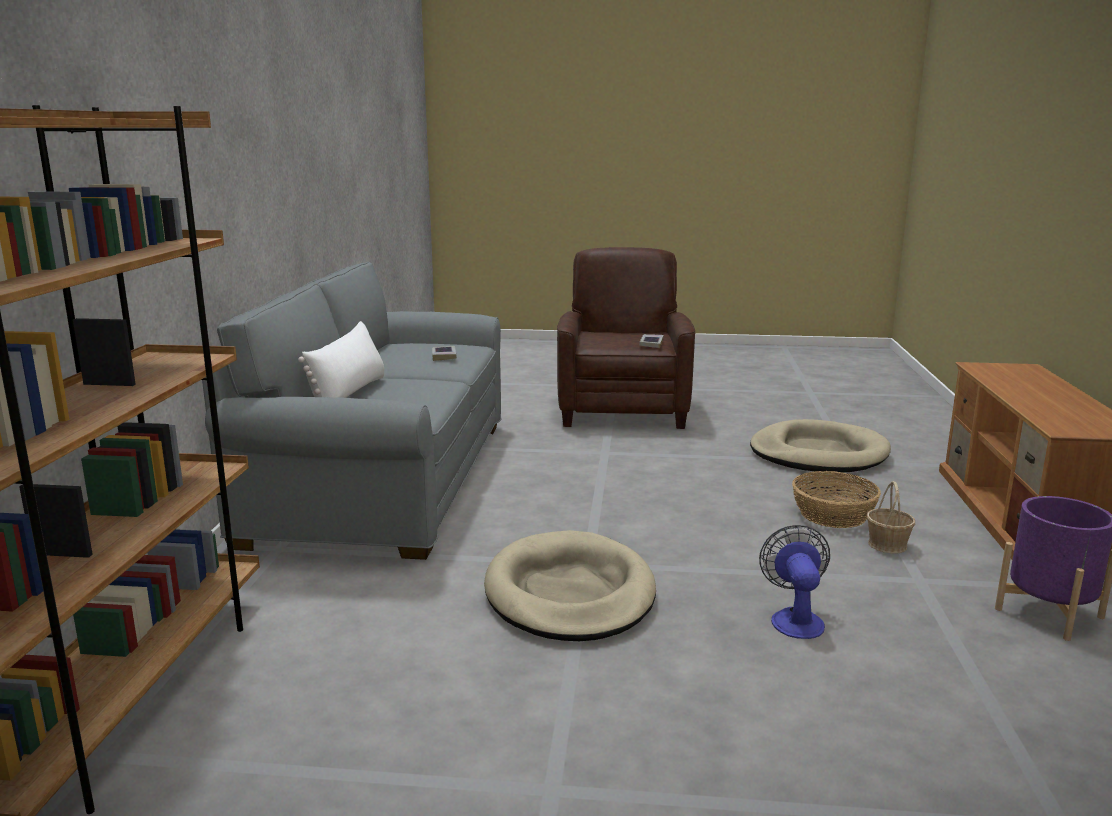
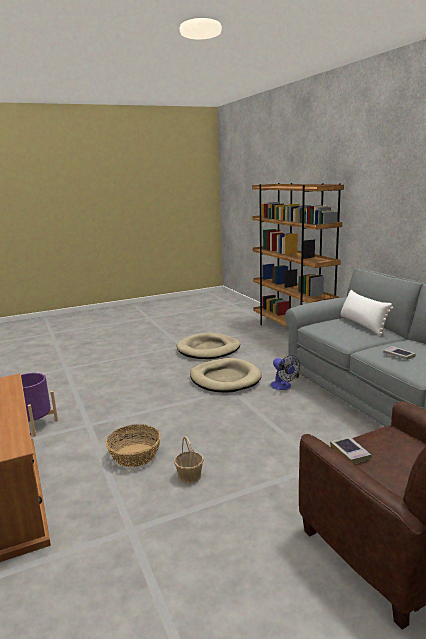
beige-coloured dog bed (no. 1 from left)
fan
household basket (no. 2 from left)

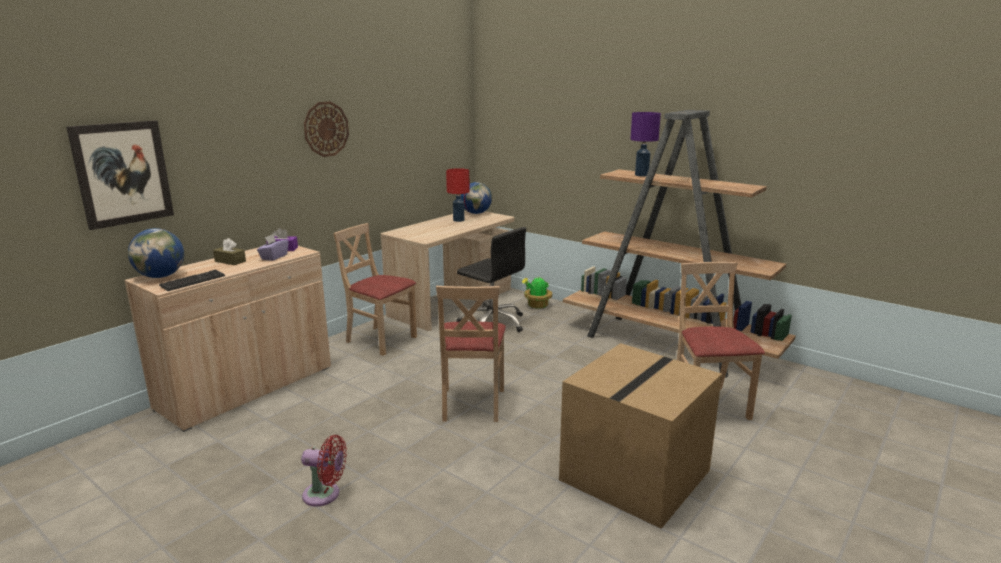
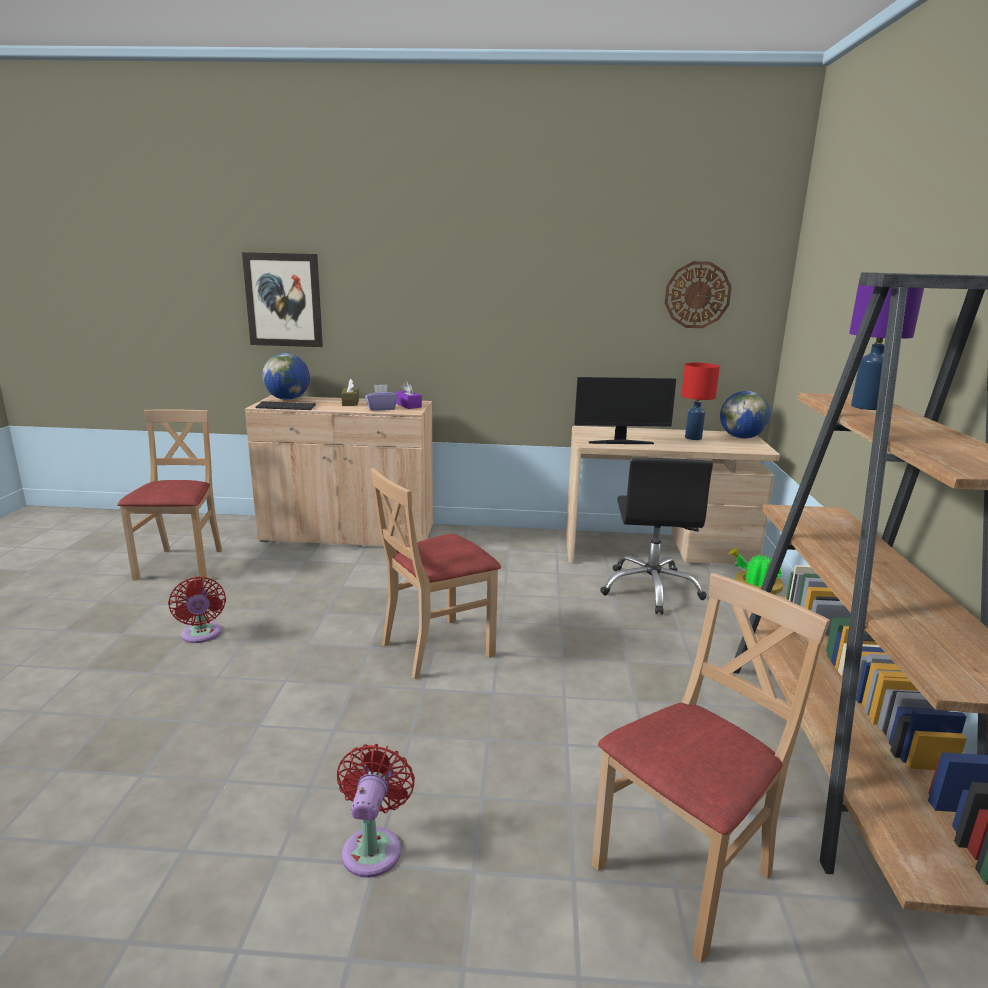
computer screen
wall clock
beige-coloured upright chair (no. 1 from left)
red-coloured fan (no. 2 from left)

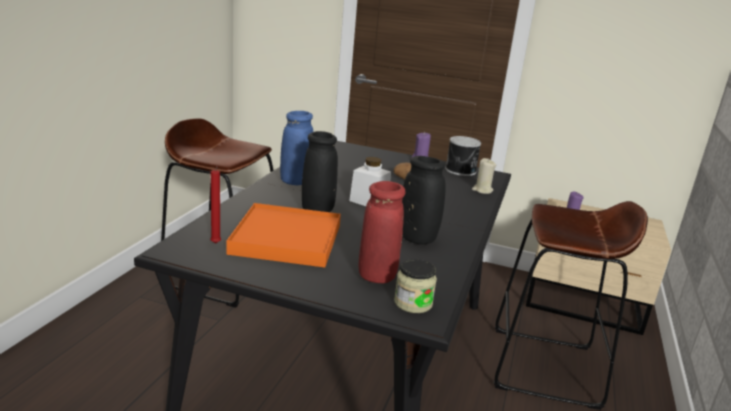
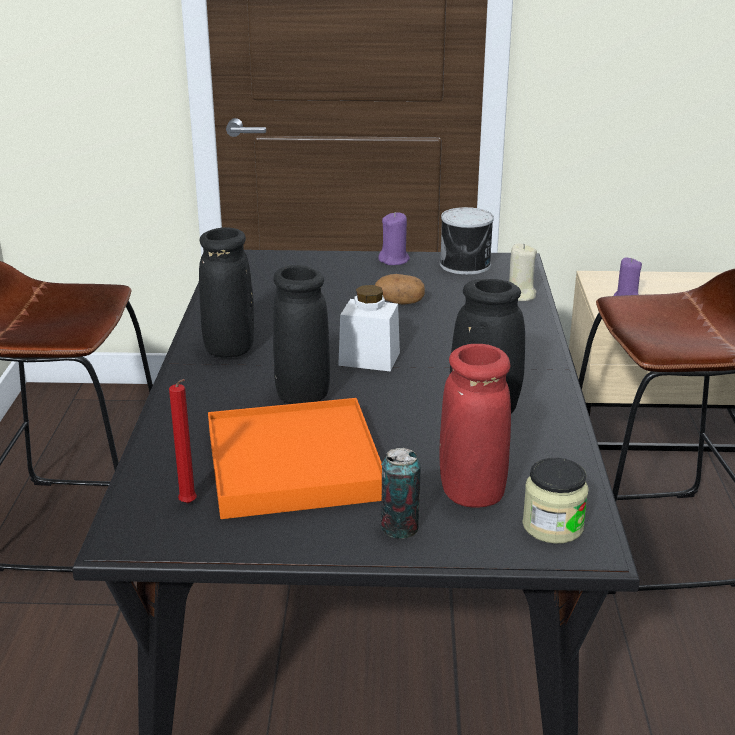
can (no. 1 from left)
black flower vase (no. 1 from left)

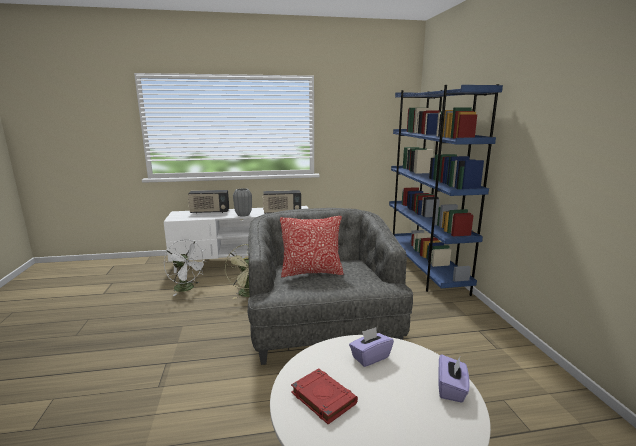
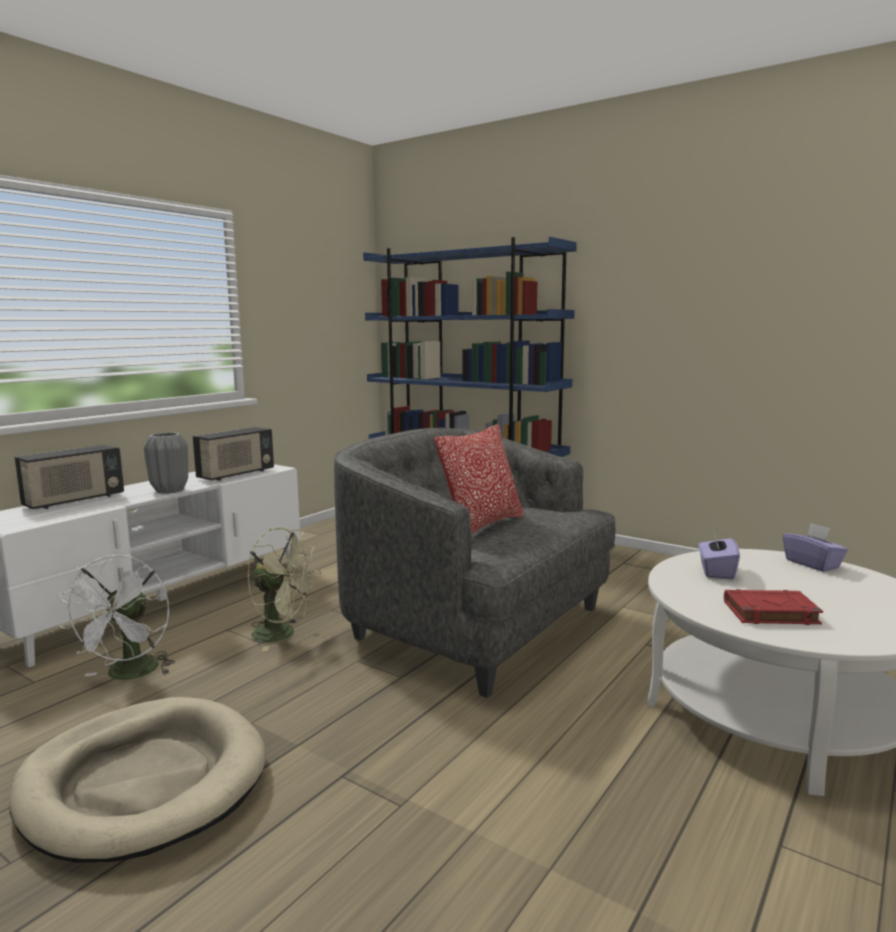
beige-coloured dog bed
whitish fan

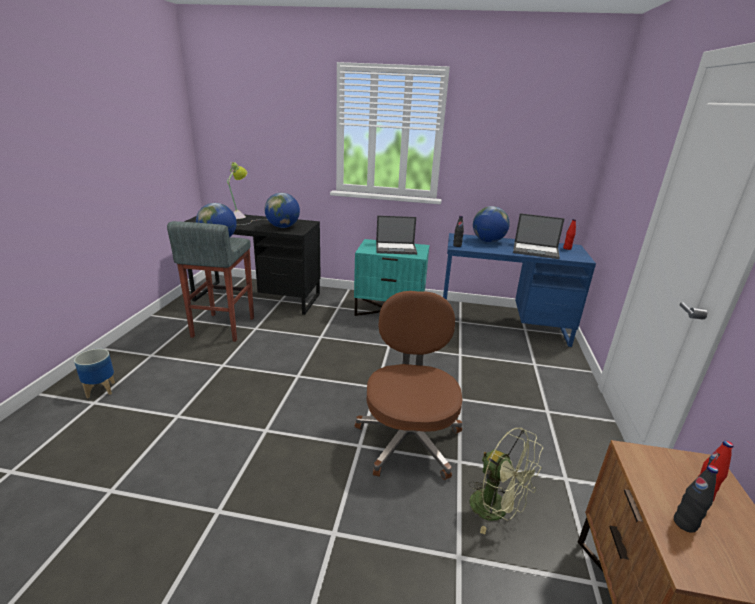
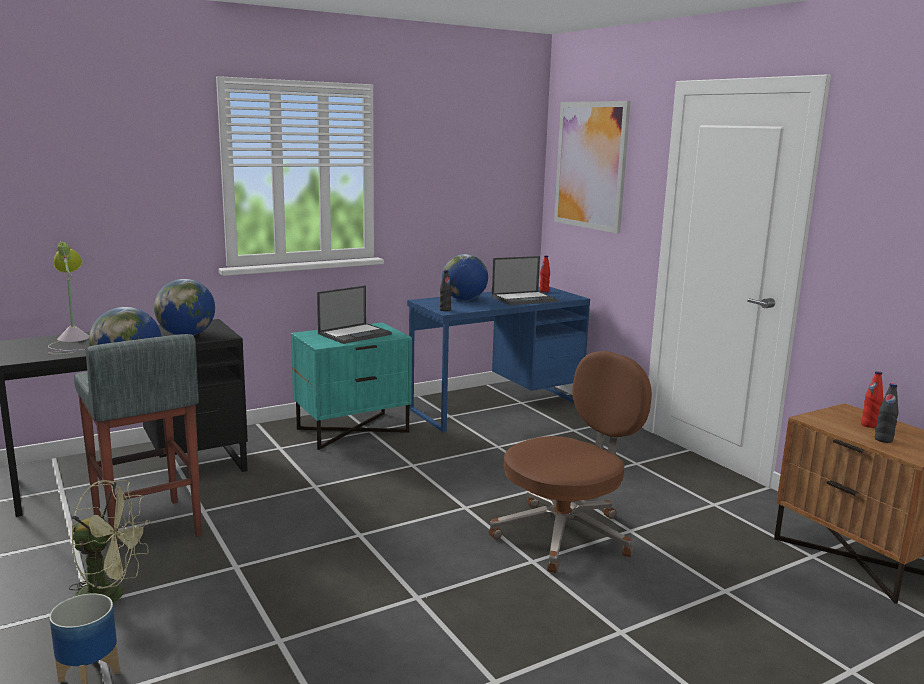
picture
green-coloured fan
brown-coloured office chair

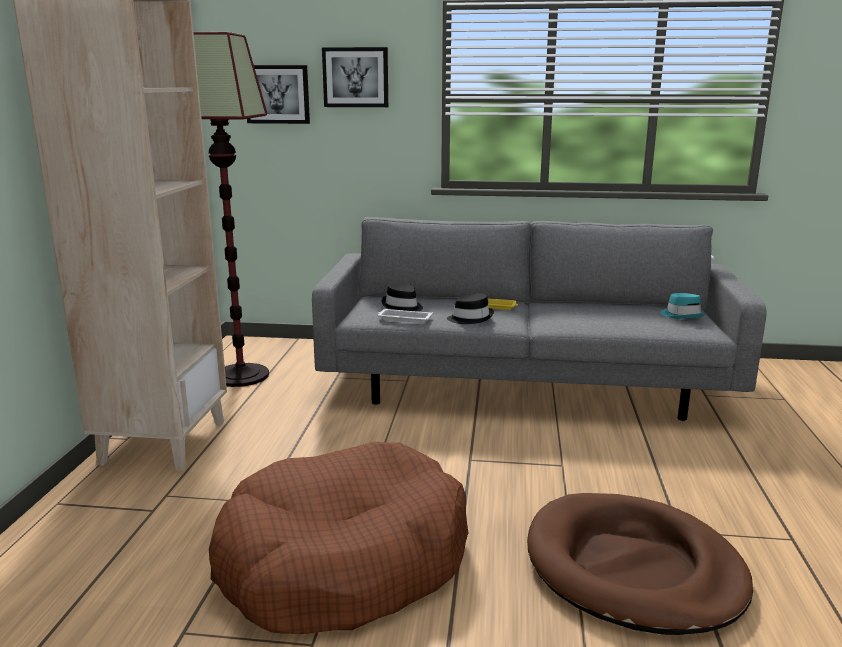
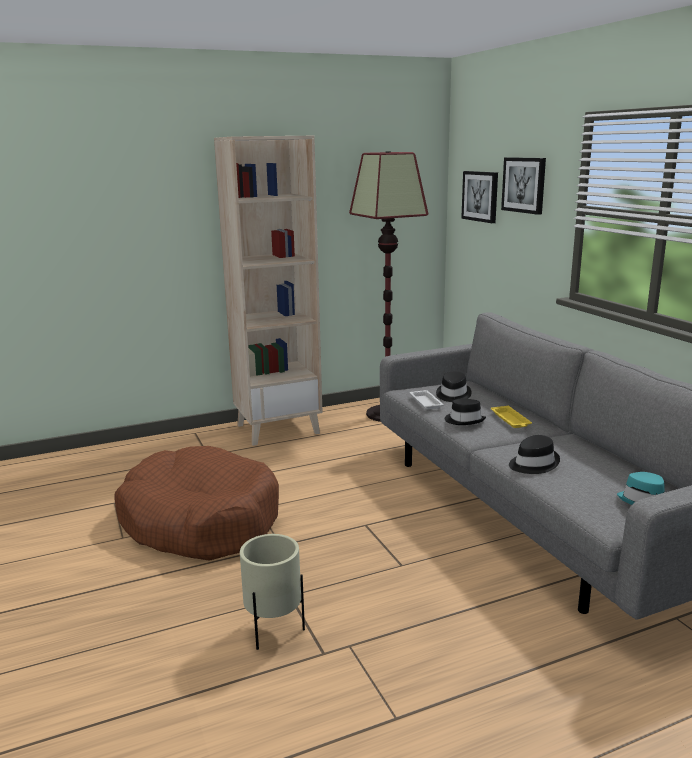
black hat (no. 3 from left)
beige-coloured plant pot

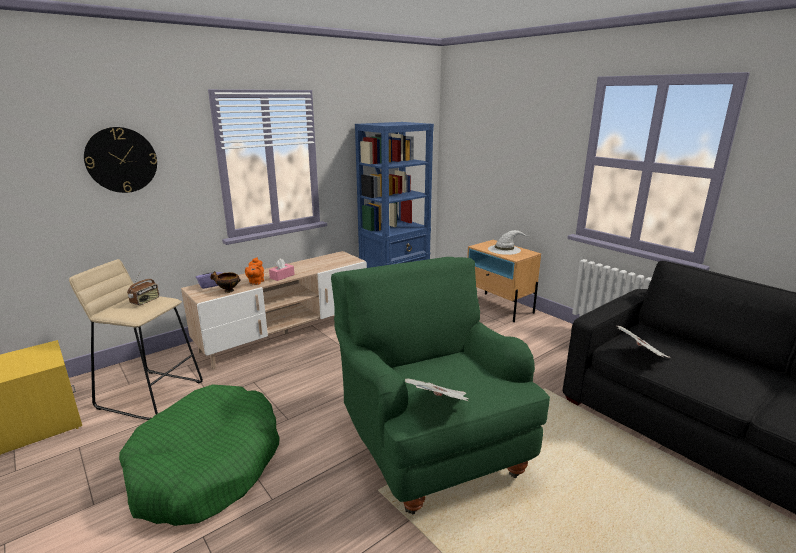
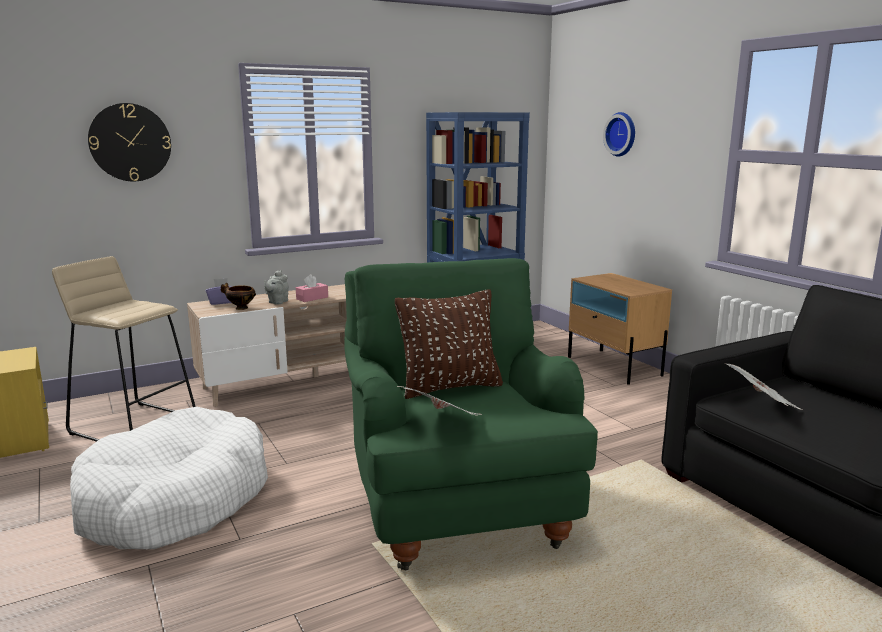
radio set
whitish hat
brown-coloured throw pillow
wall clock (no. 2 from left)
whitish dog bed
greyish pot for tea

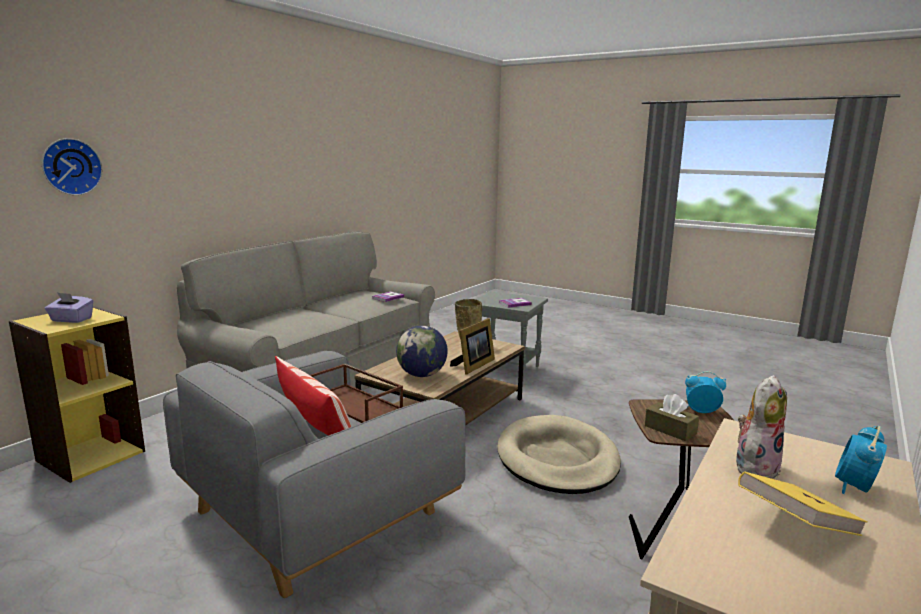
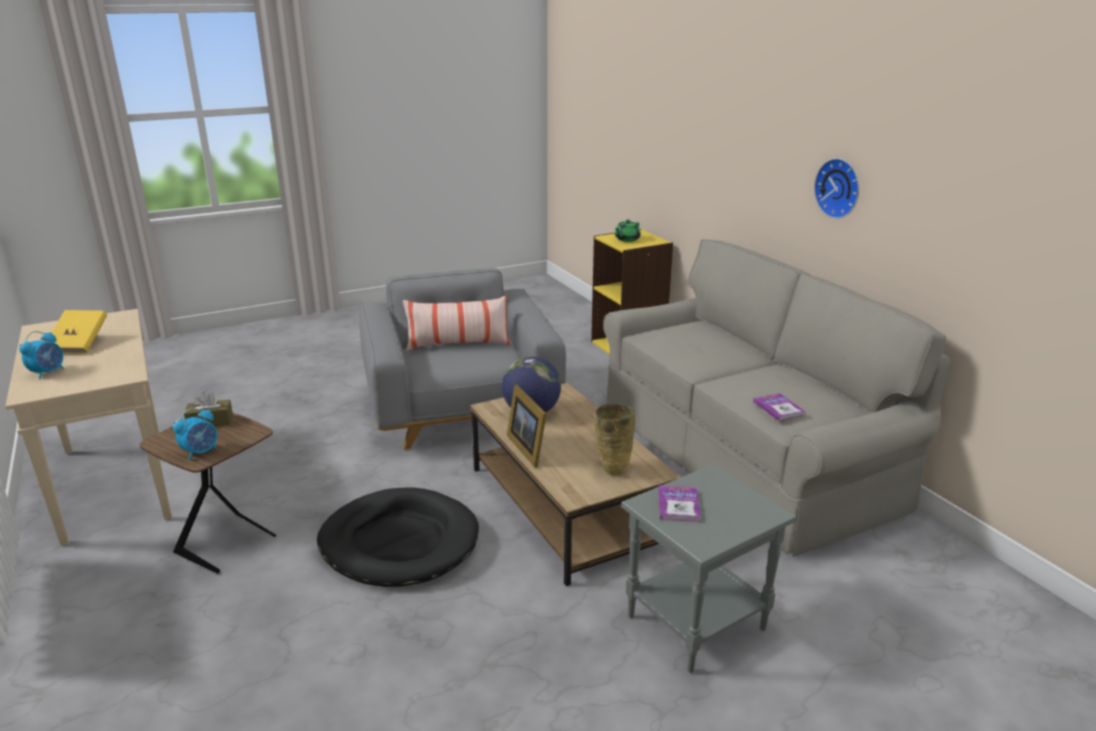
brown-coloured carrying tray
plush toy
wall clock
green-coloured pot for tea
black dog bed
bedside clock (no. 1 from left)

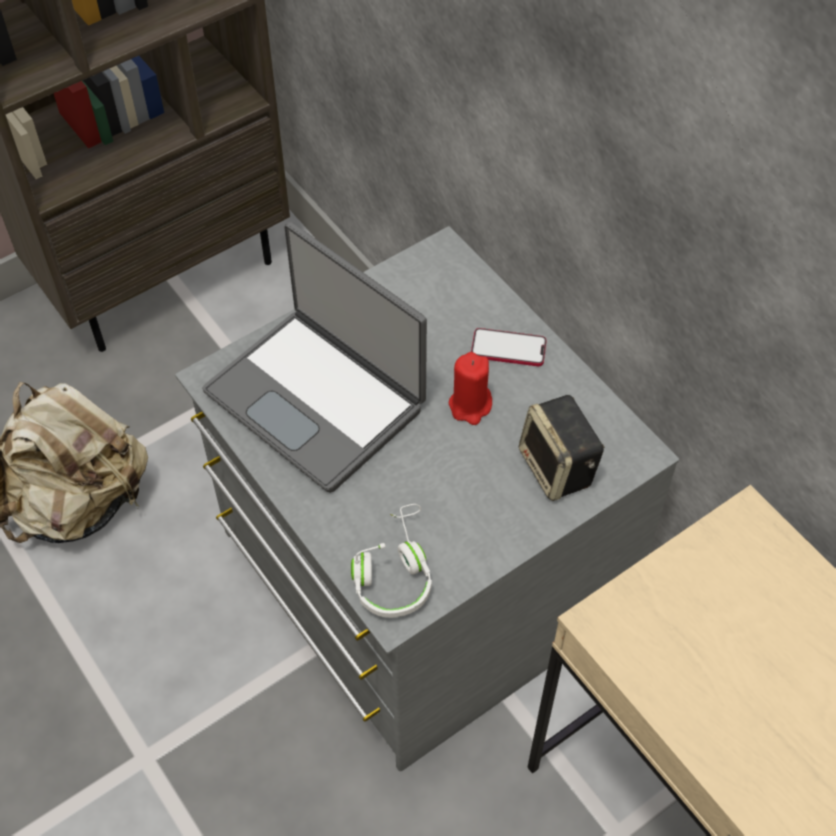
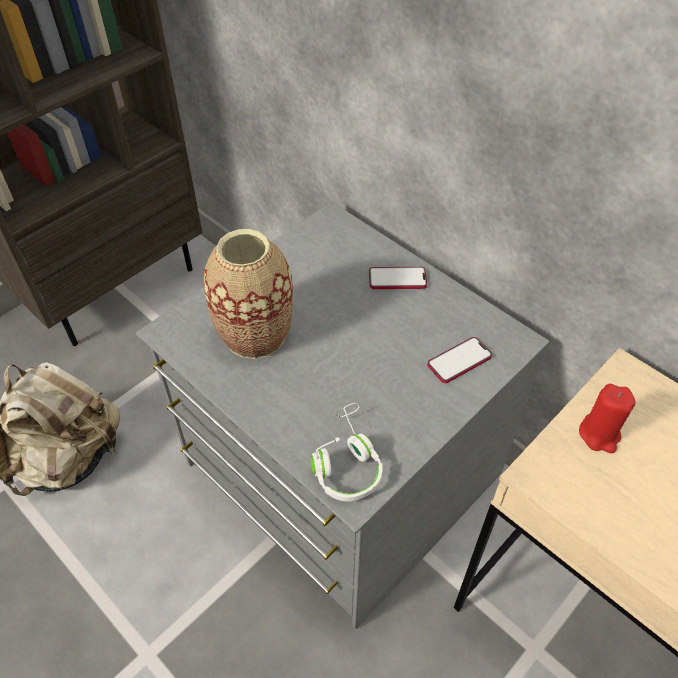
red-coloured wax light
flower vase
phone (no. 2 from left)

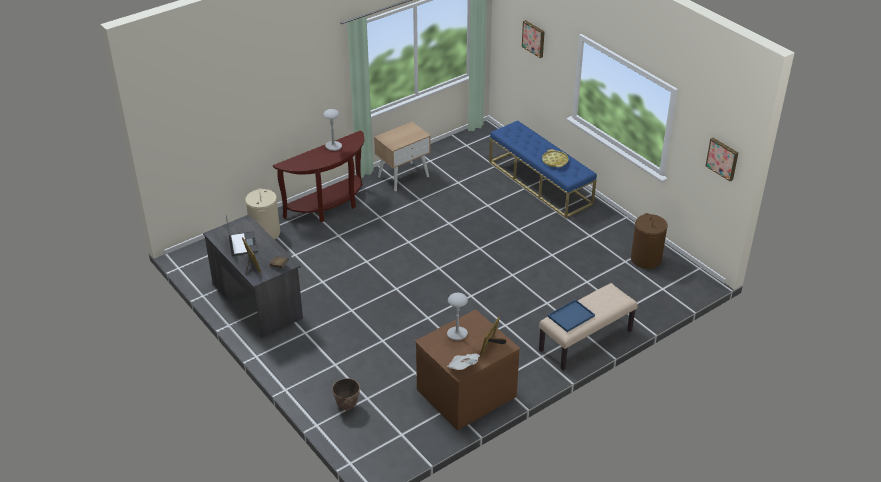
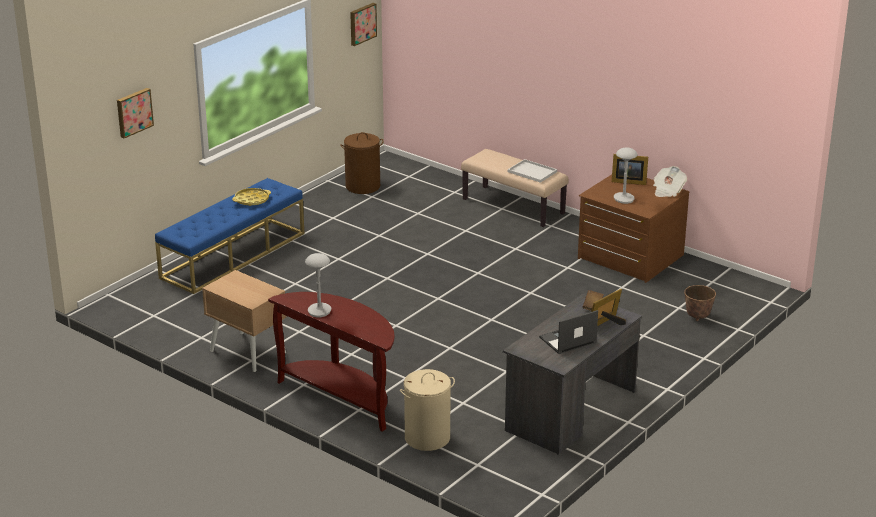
whitish carrying tray

